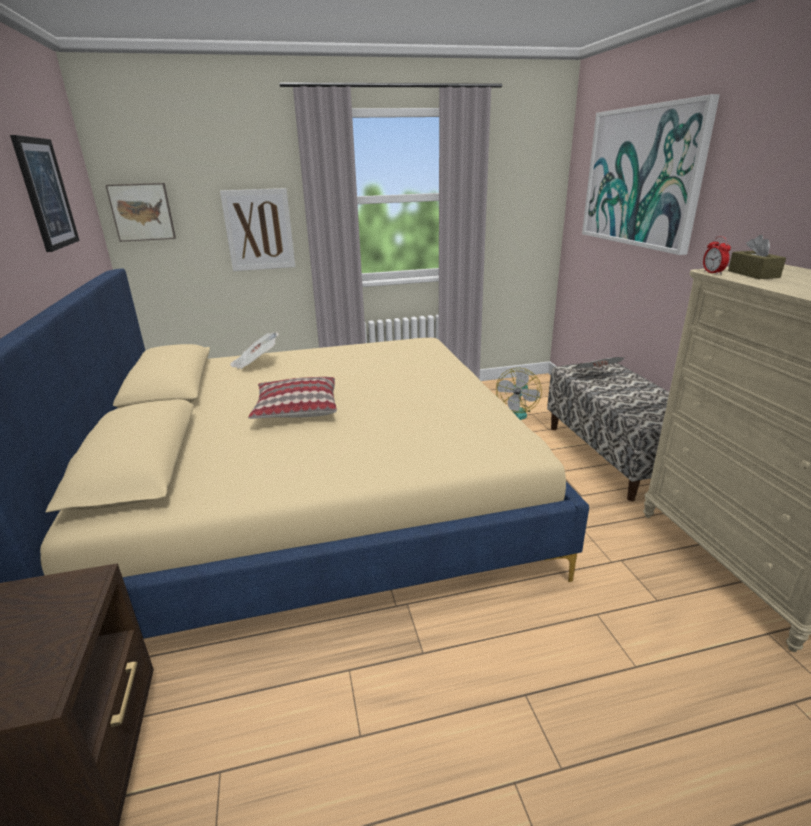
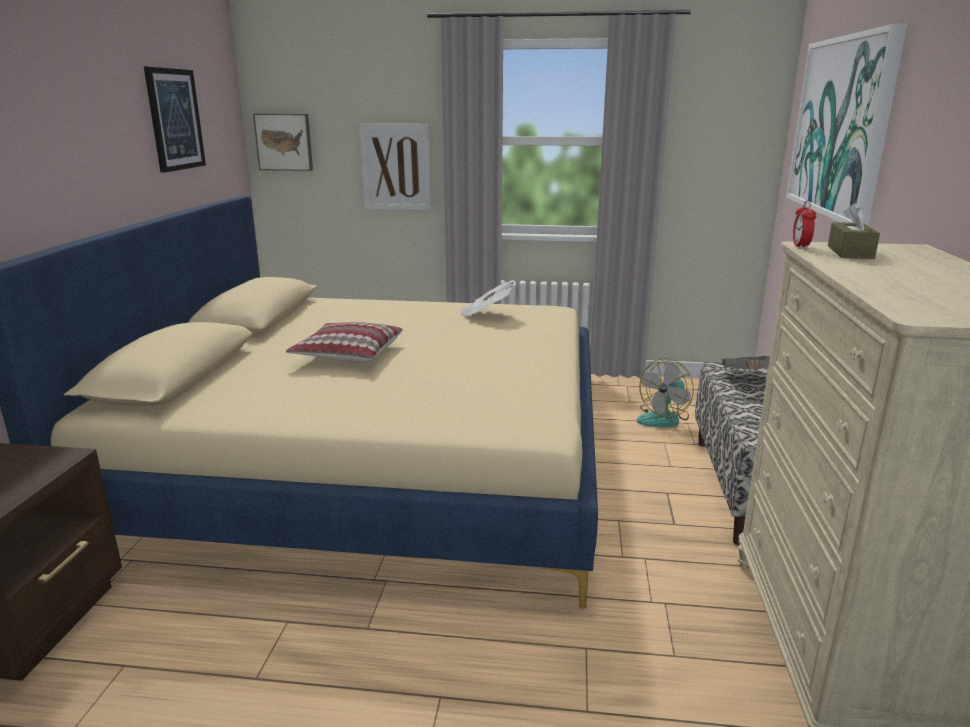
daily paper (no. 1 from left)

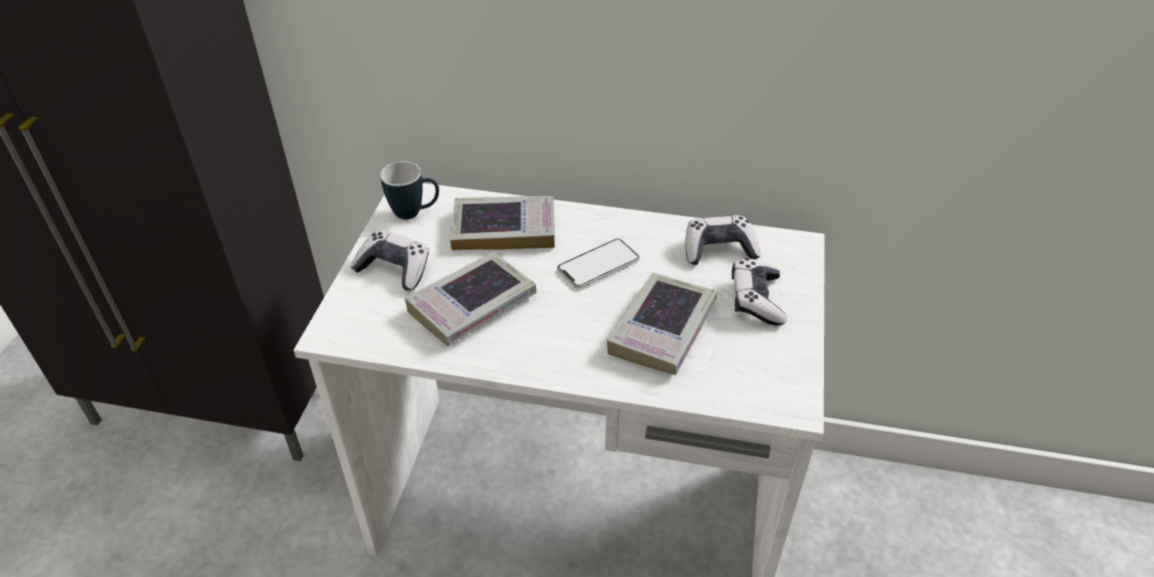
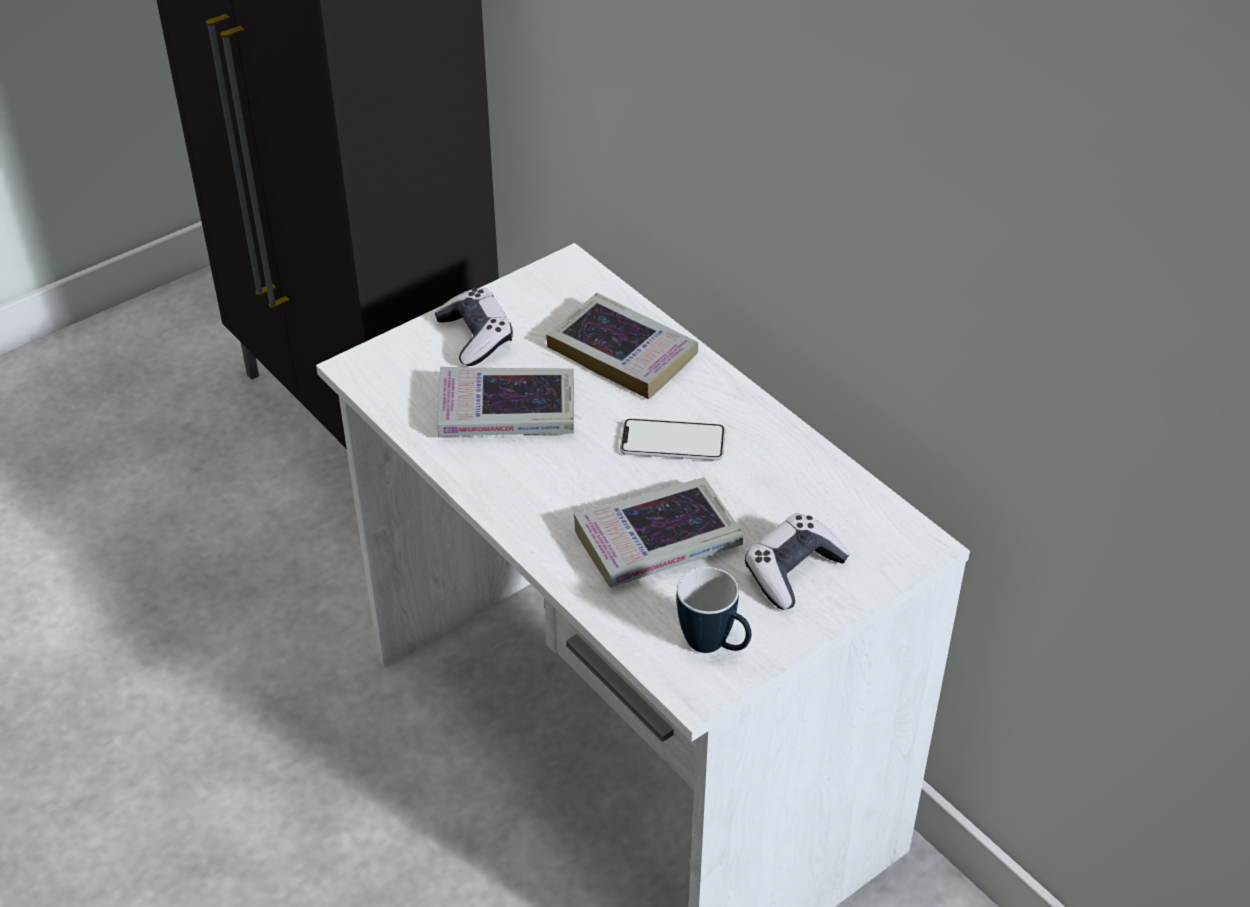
gamepad (no. 2 from left in the first image)
mug

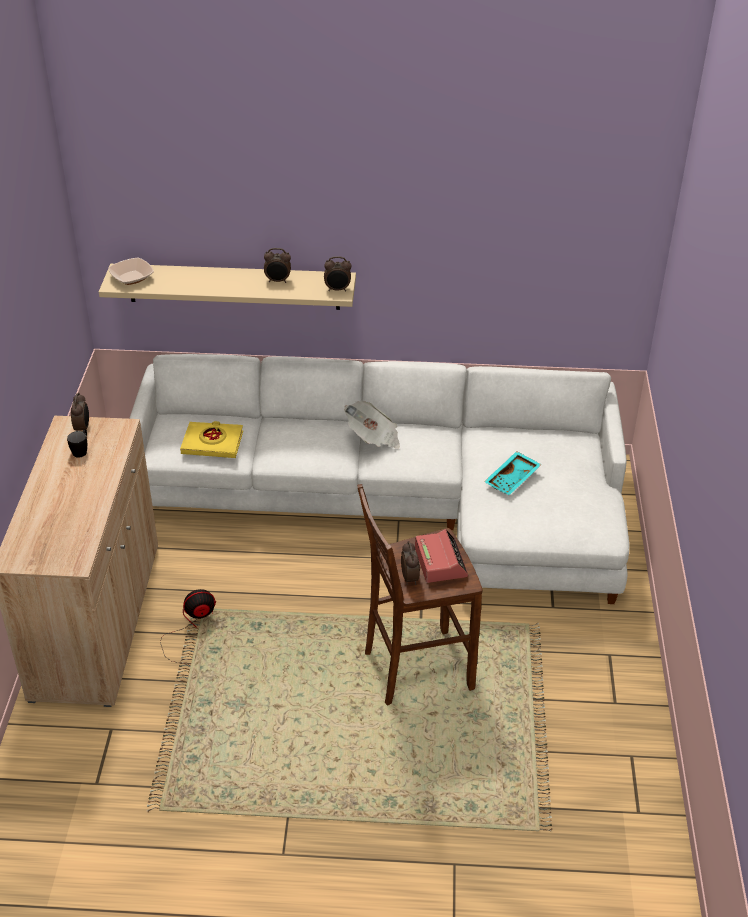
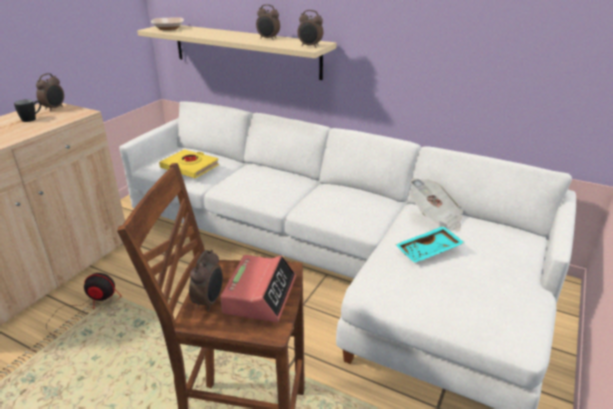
daily paper

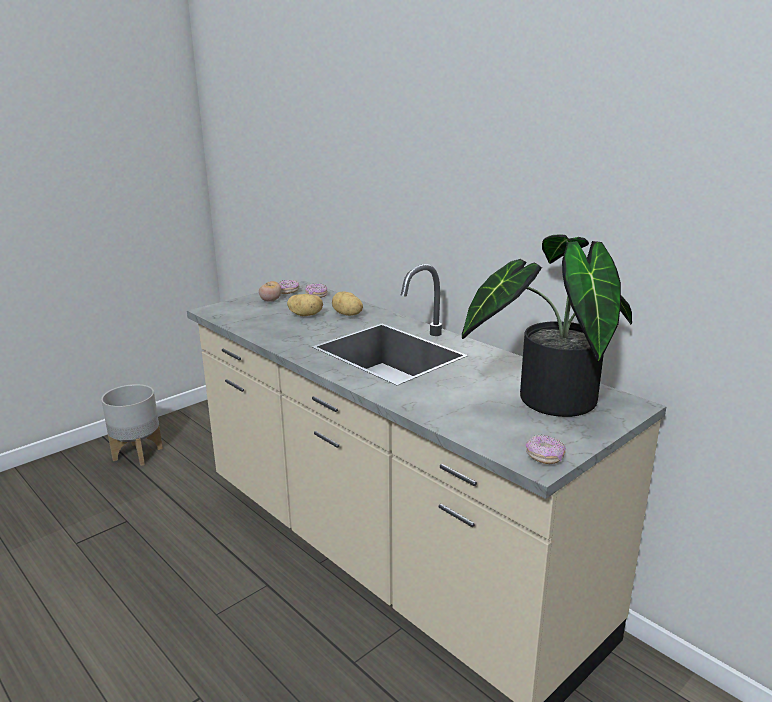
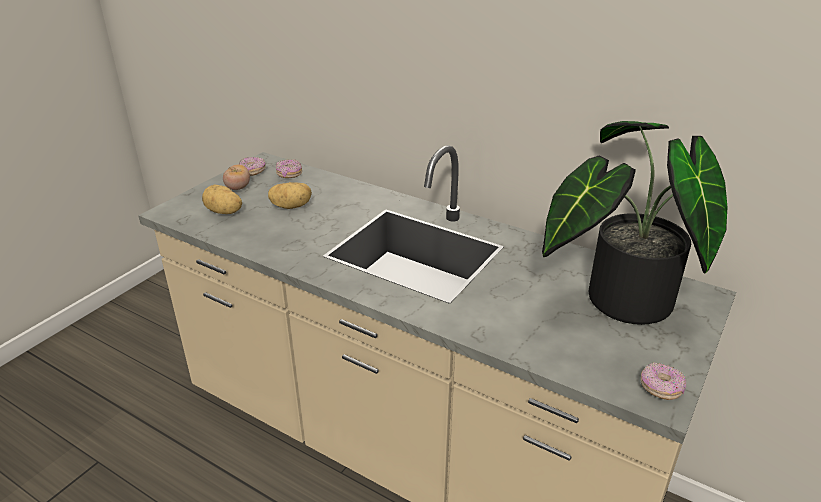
greyish plant pot
potato (no. 1 from left)

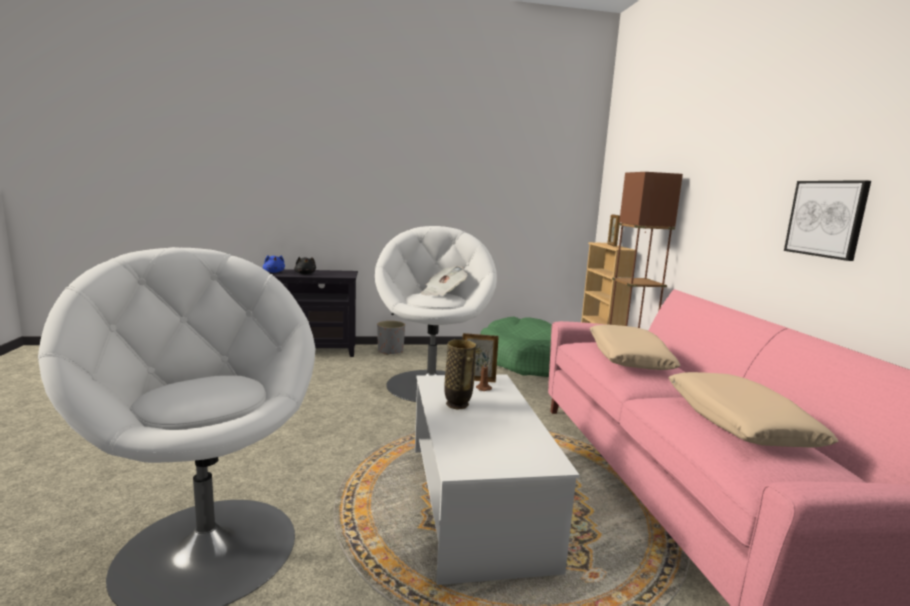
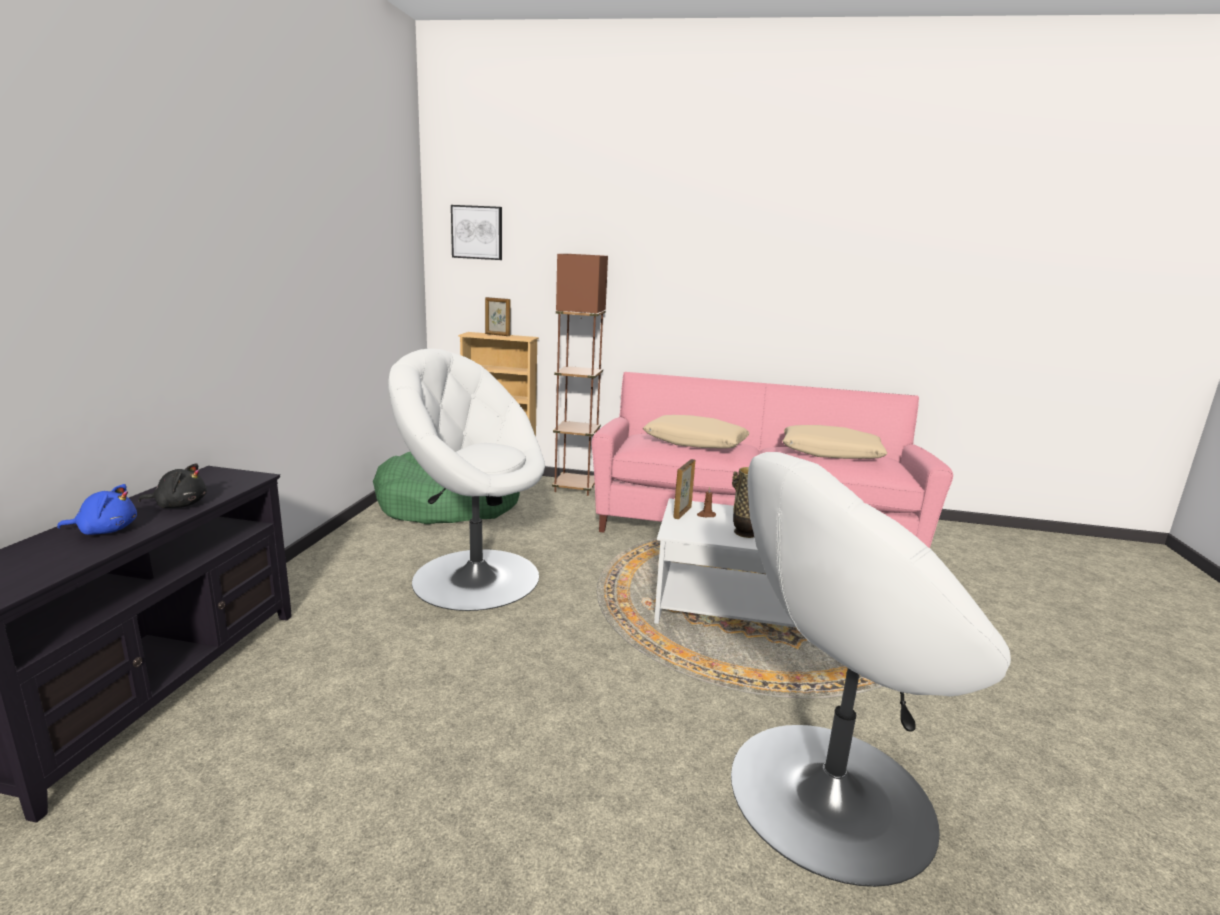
greyish plant pot
daily paper
picture

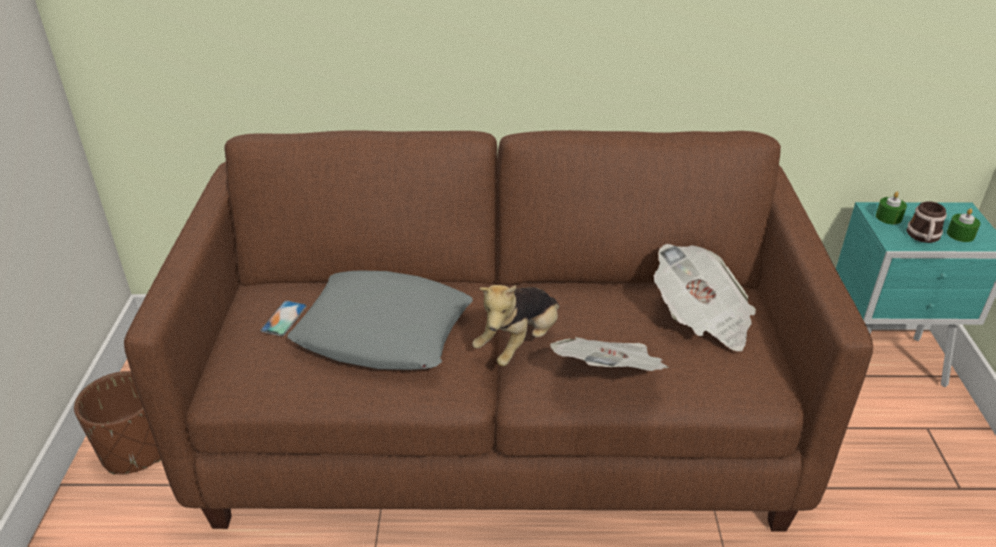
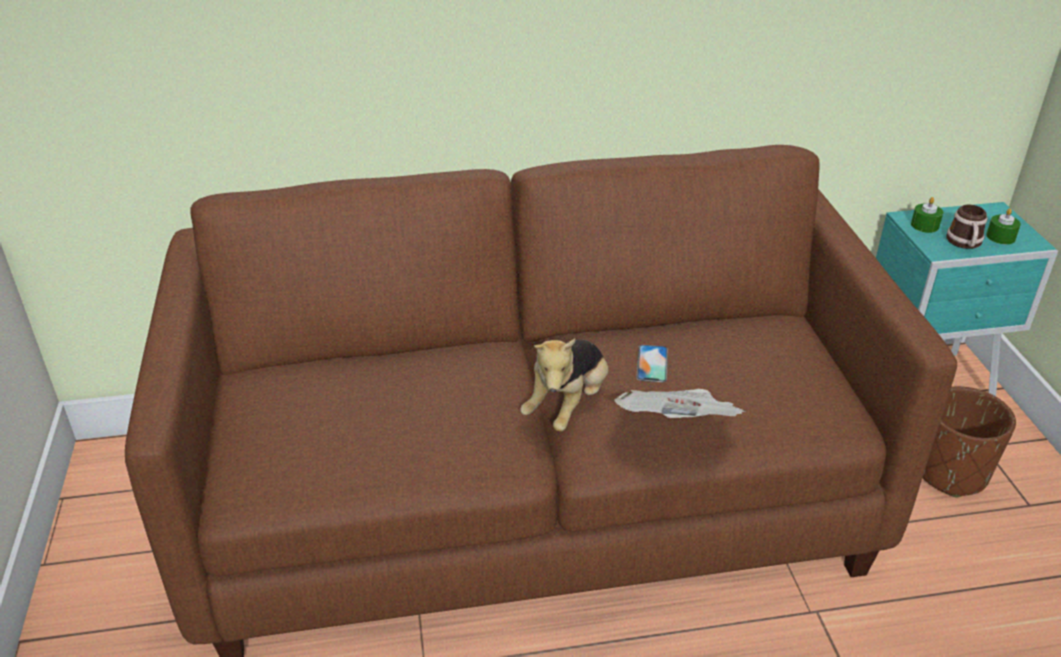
greyish throw pillow
daily paper (no. 2 from left in the first image)
brown-coloured plant pot
phone

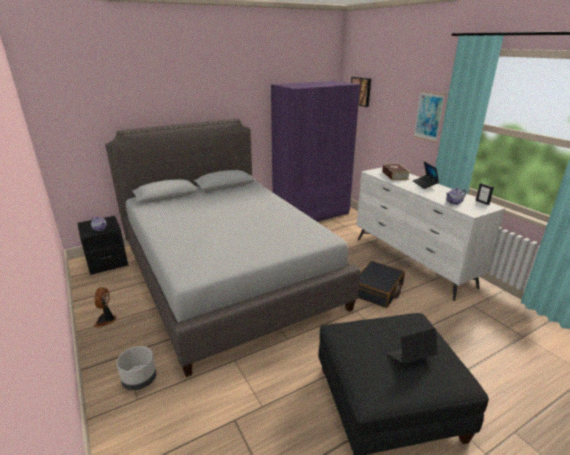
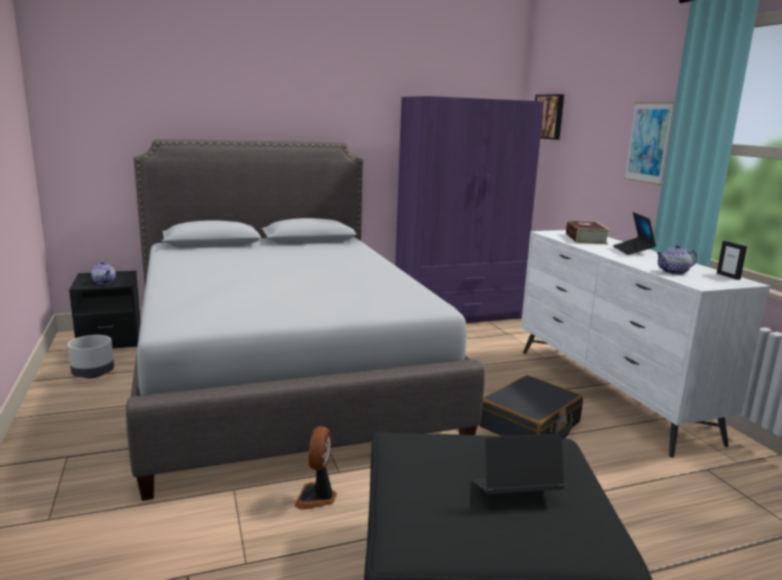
fan
greyish plant pot

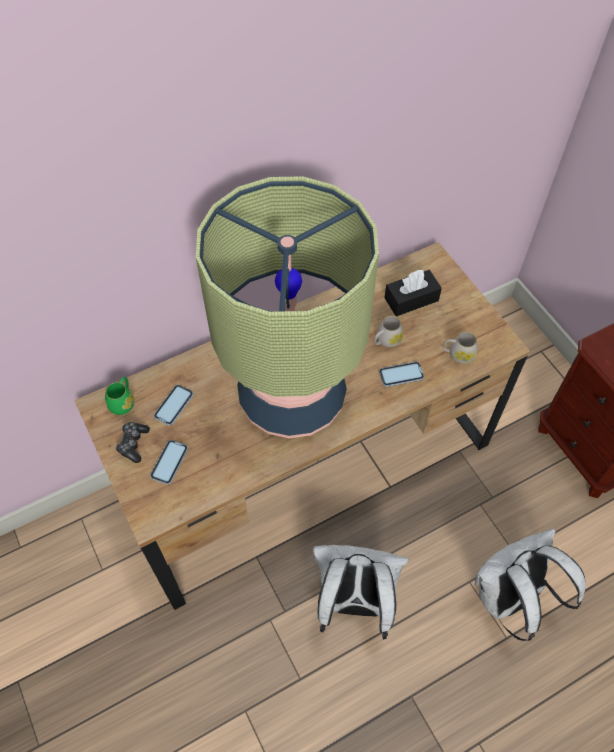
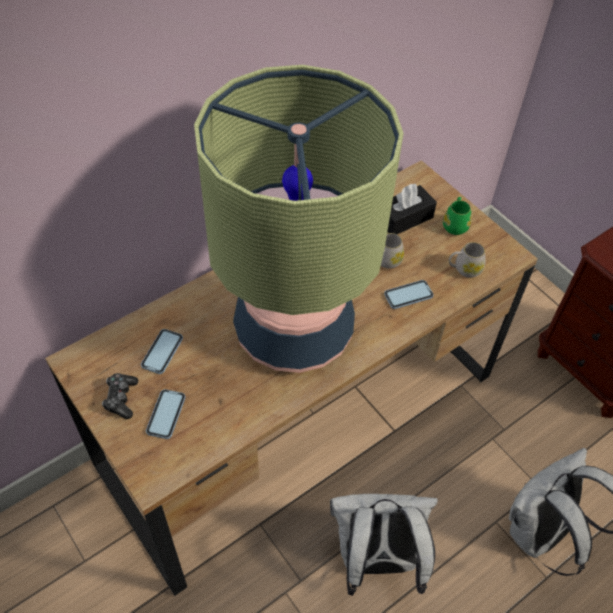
green-coloured mug

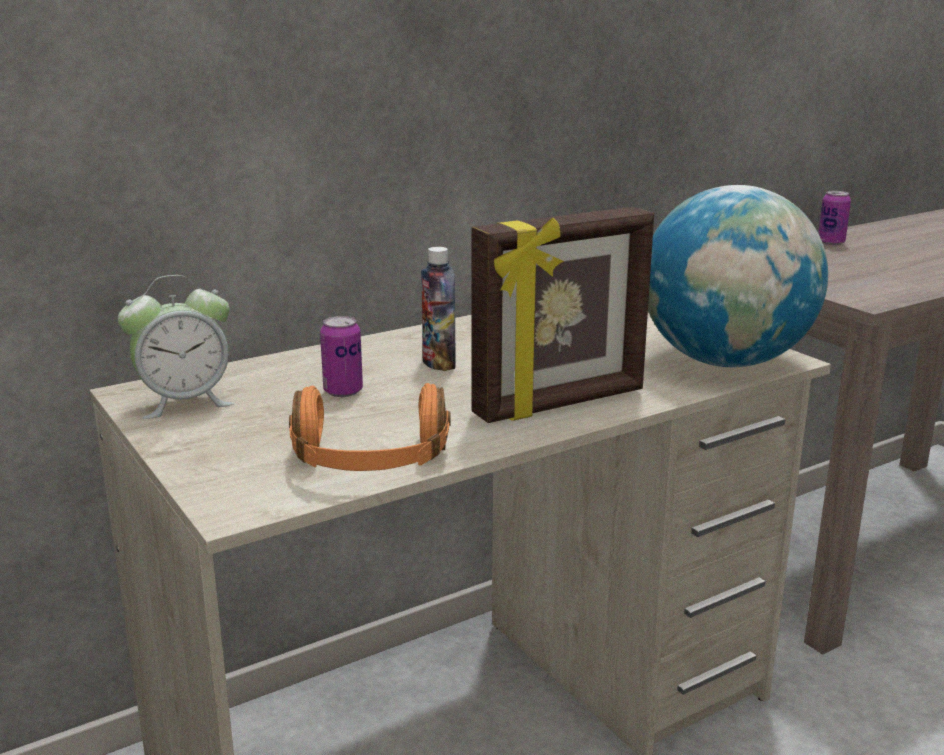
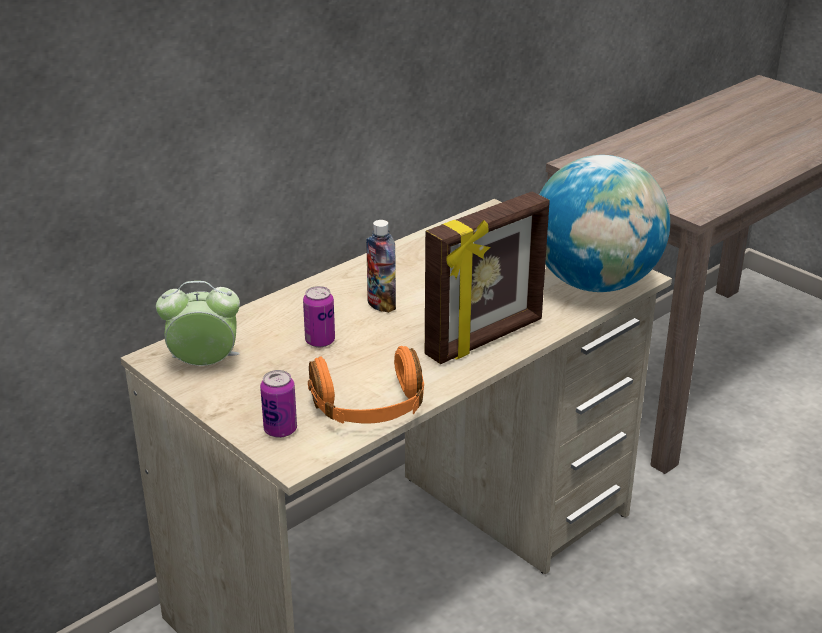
can (no. 1 from left)
bedside clock

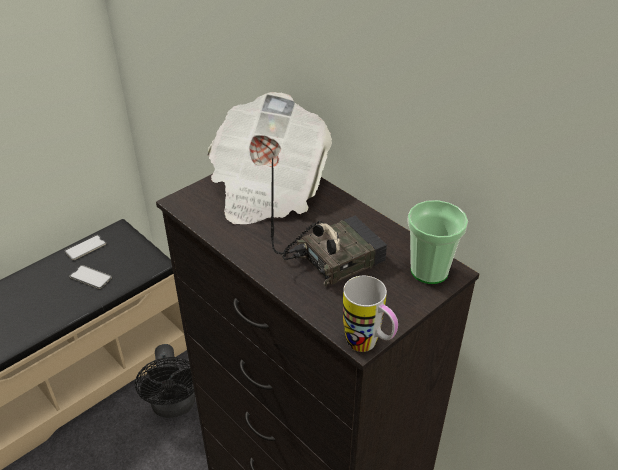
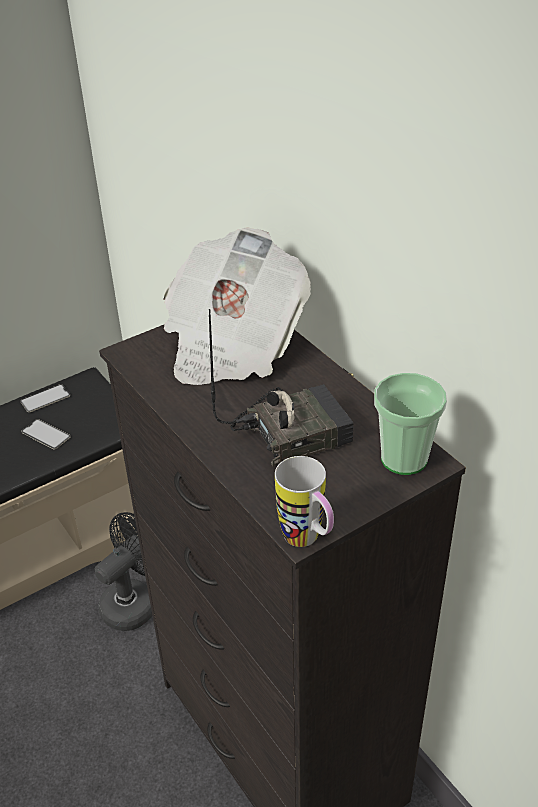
black fan

